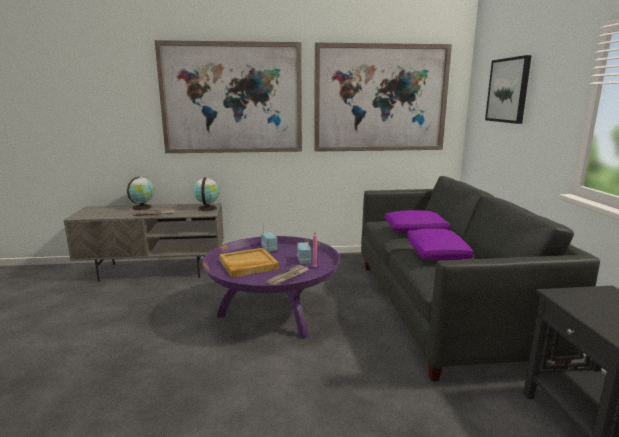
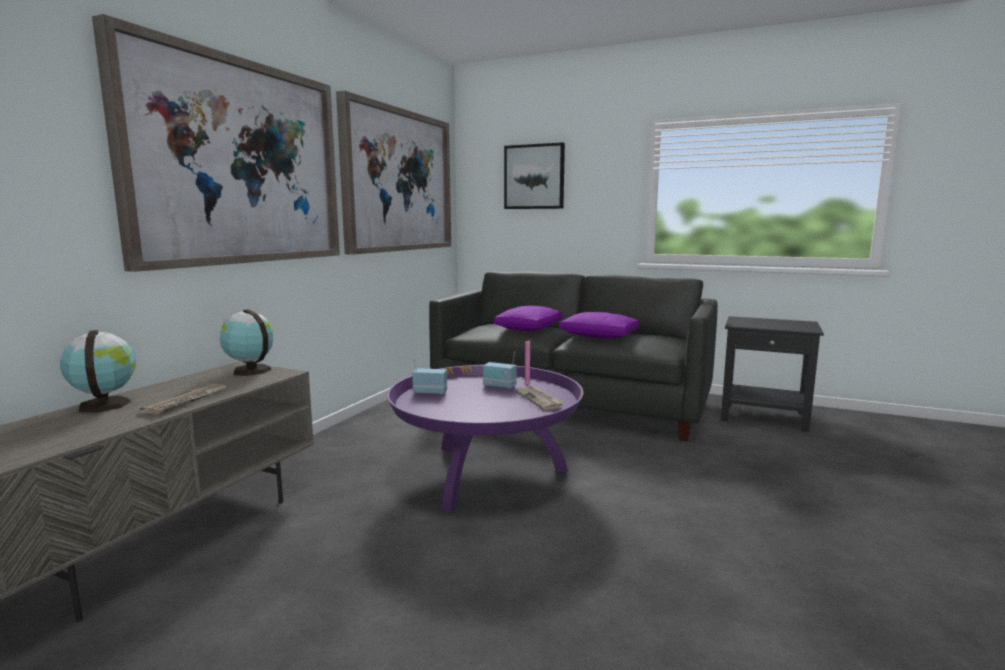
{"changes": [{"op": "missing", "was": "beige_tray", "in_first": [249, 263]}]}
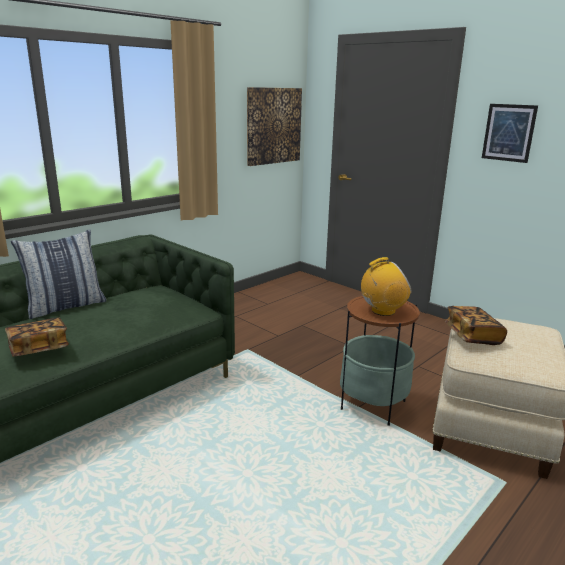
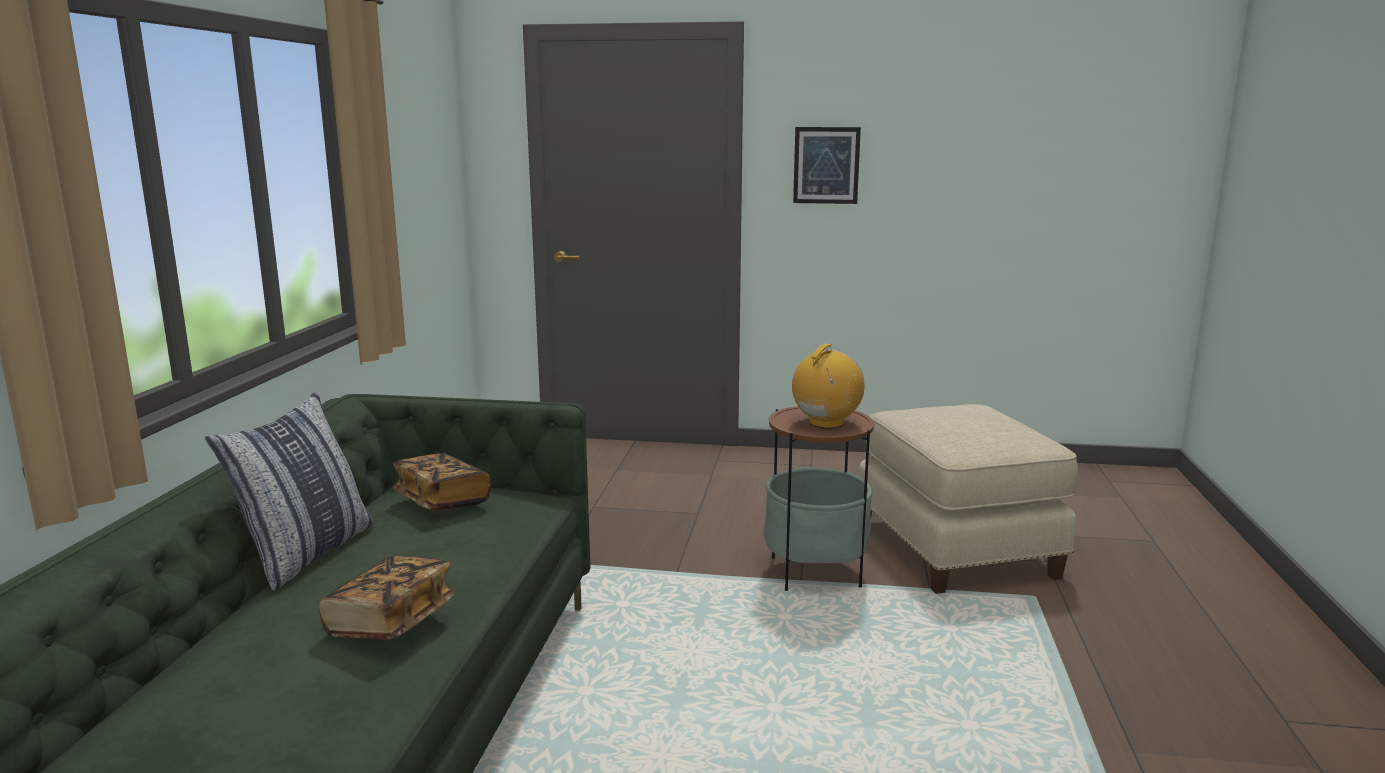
{"changes": [{"op": "missing", "was": "picture", "in_first": [274, 126]}, {"op": "relocated", "was": "book", "in_first": [475, 325], "in_second": [442, 481]}]}
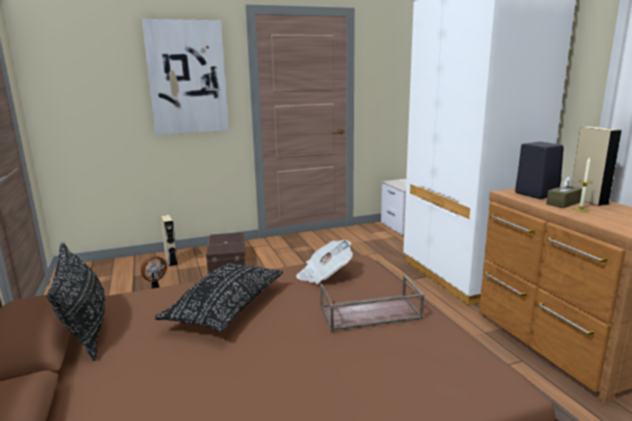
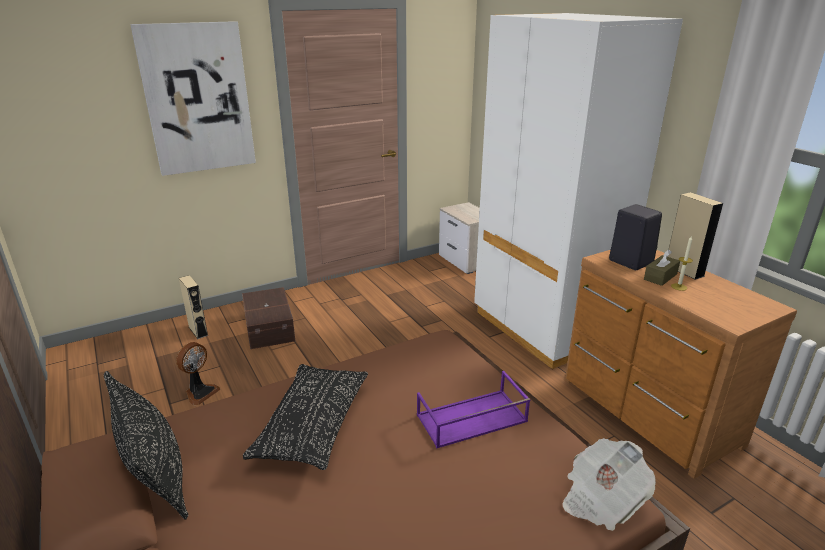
{"changes": [{"op": "relocated", "was": "newspaper", "in_first": [324, 262], "in_second": [609, 484]}, {"op": "colour", "was": "brown_tray", "now": "purple_tray", "in_first": [372, 302], "in_second": [473, 409]}]}
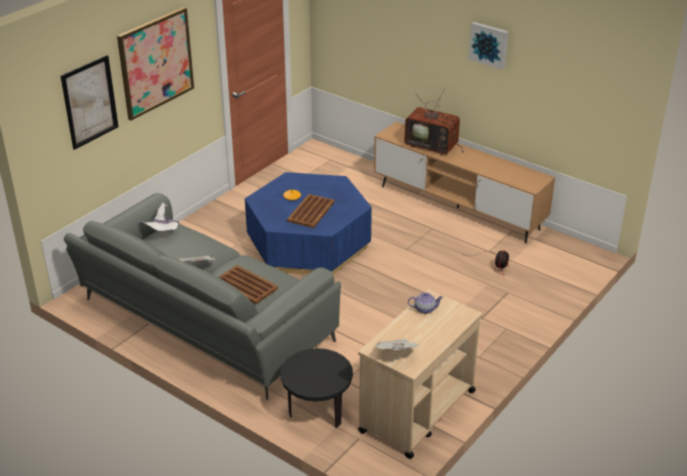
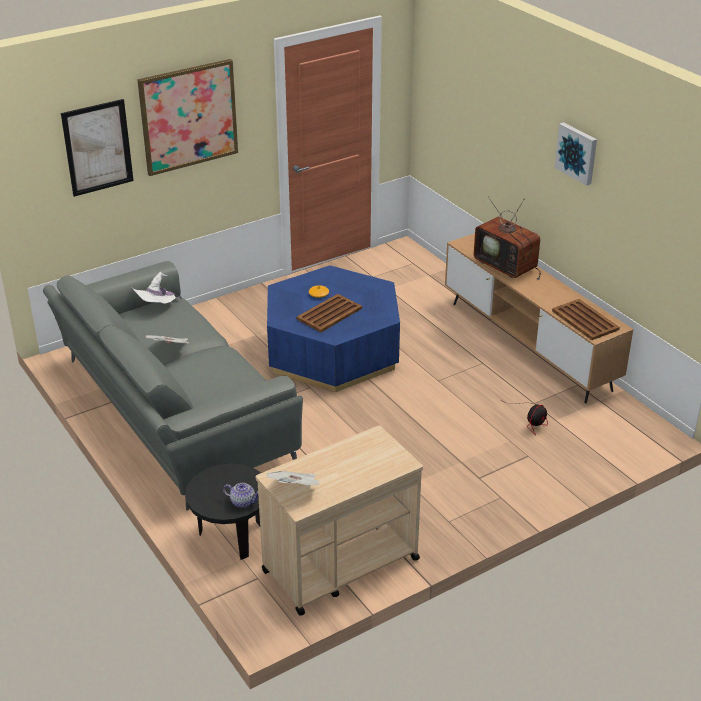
{"changes": [{"op": "relocated", "was": "brown_tray", "in_first": [248, 284], "in_second": [586, 319]}, {"op": "relocated", "was": "teapot", "in_first": [425, 303], "in_second": [240, 495]}]}
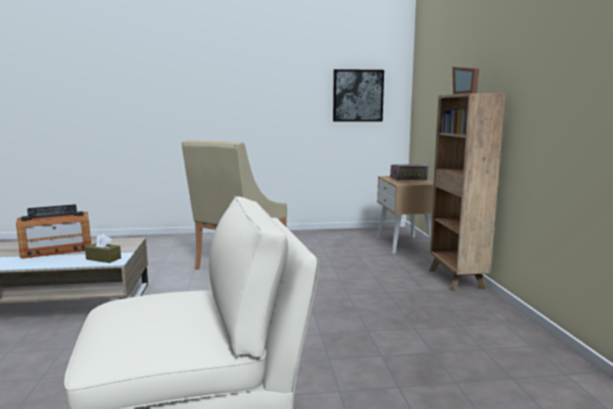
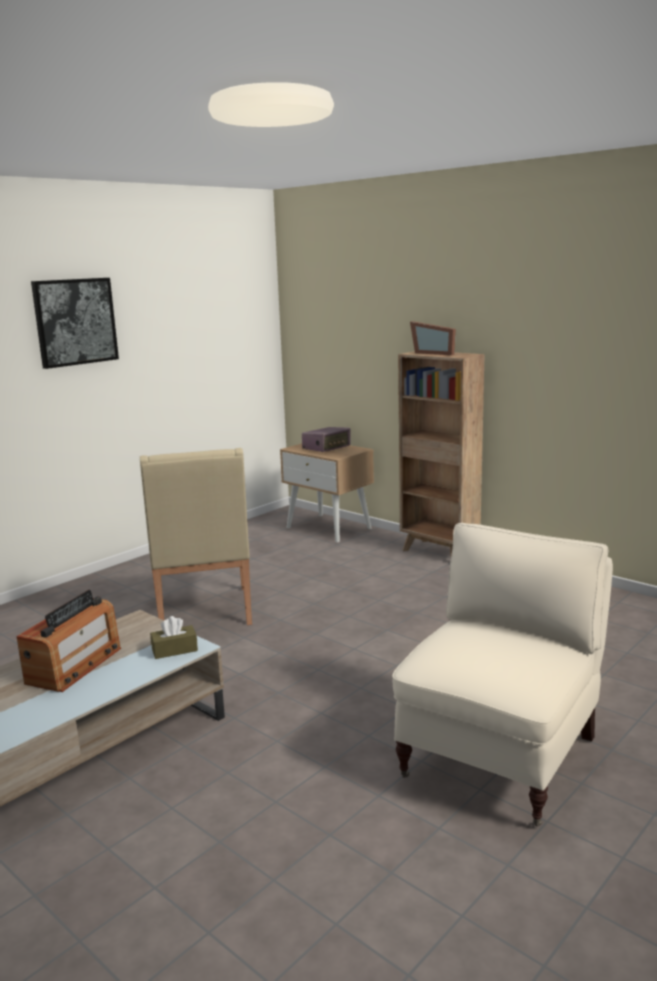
{"changes": [{"op": "relocated", "was": "picture", "in_first": [358, 95], "in_second": [75, 323]}]}
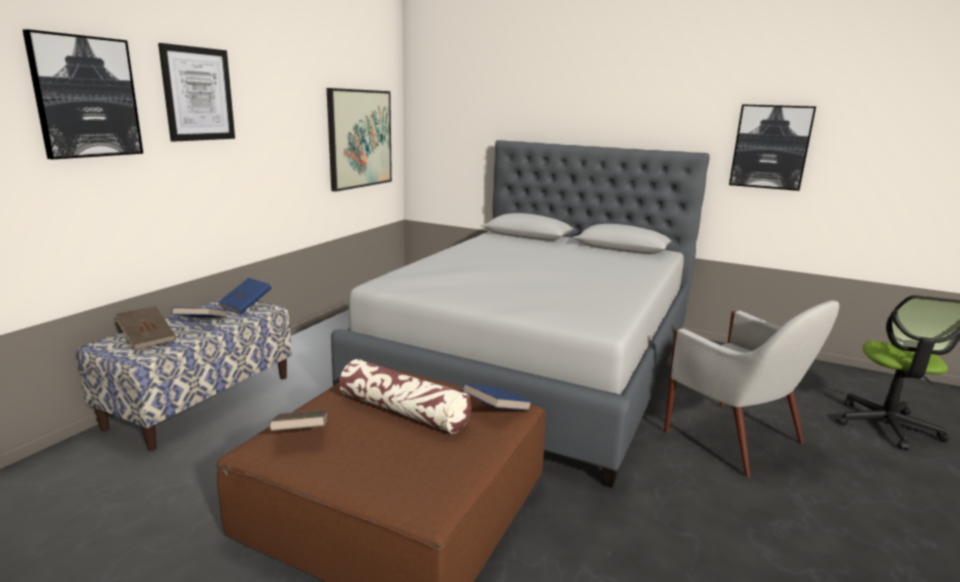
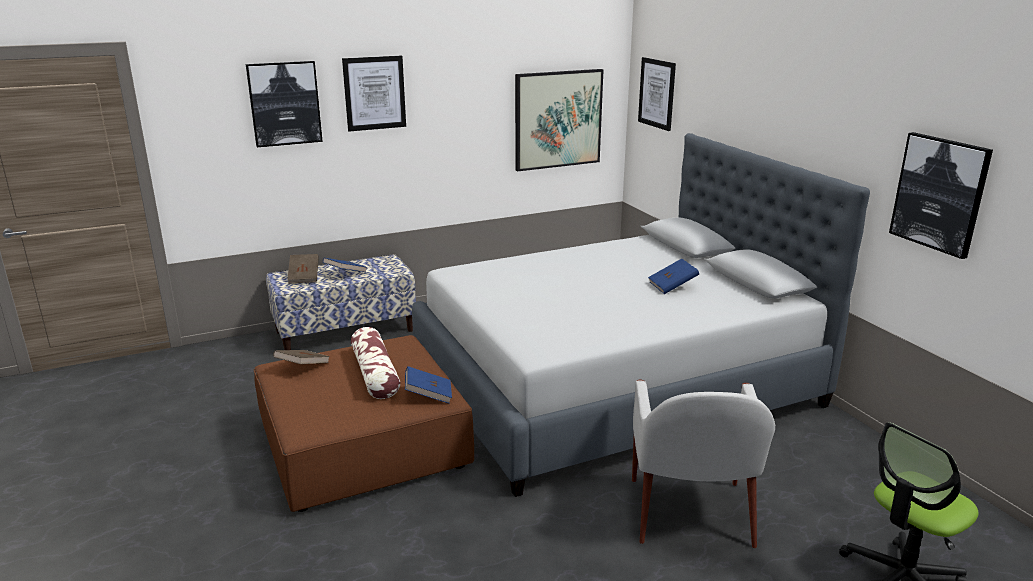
{"changes": [{"op": "relocated", "was": "blue_book", "in_first": [244, 296], "in_second": [673, 276]}, {"op": "appeared", "now": "picture", "in_second": [657, 94]}]}
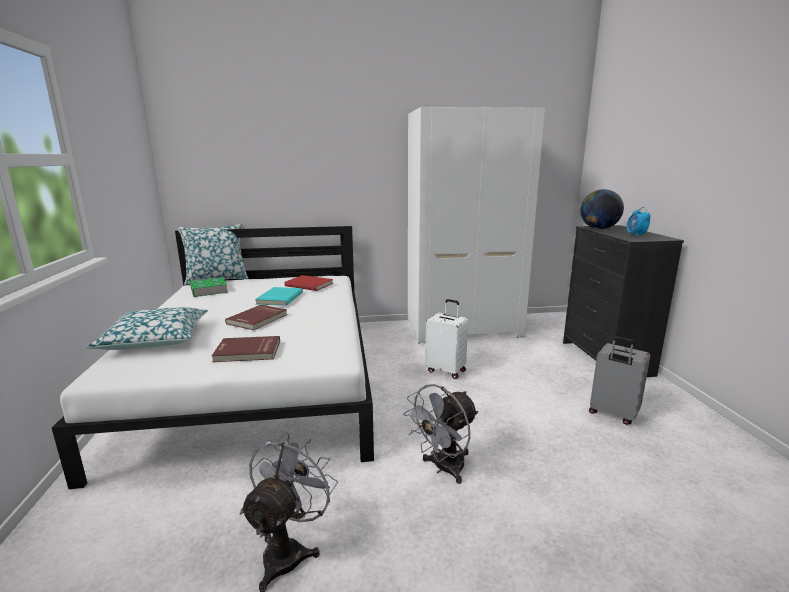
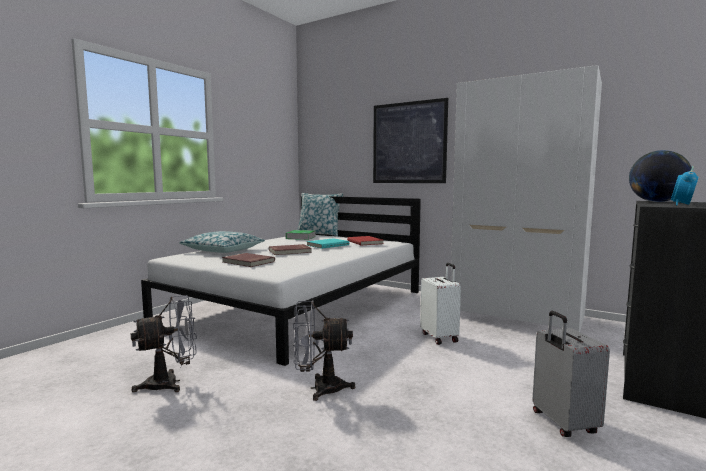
{"changes": [{"op": "appeared", "now": "picture", "in_second": [410, 140]}]}
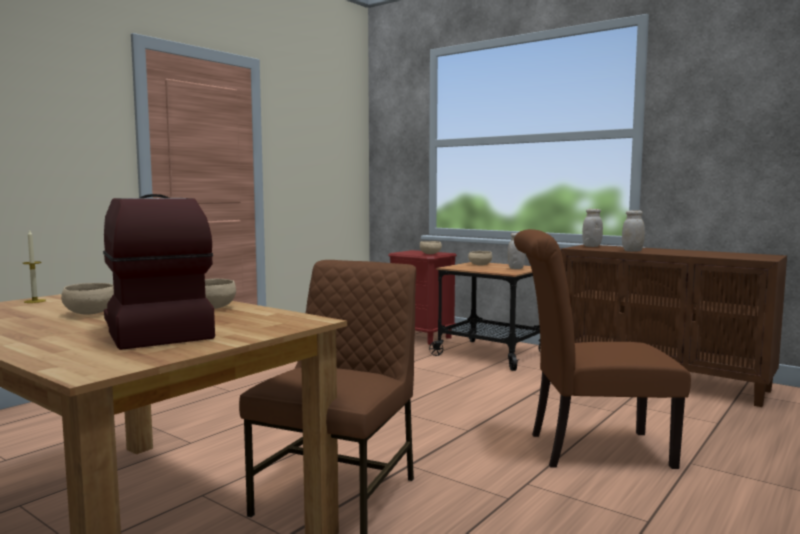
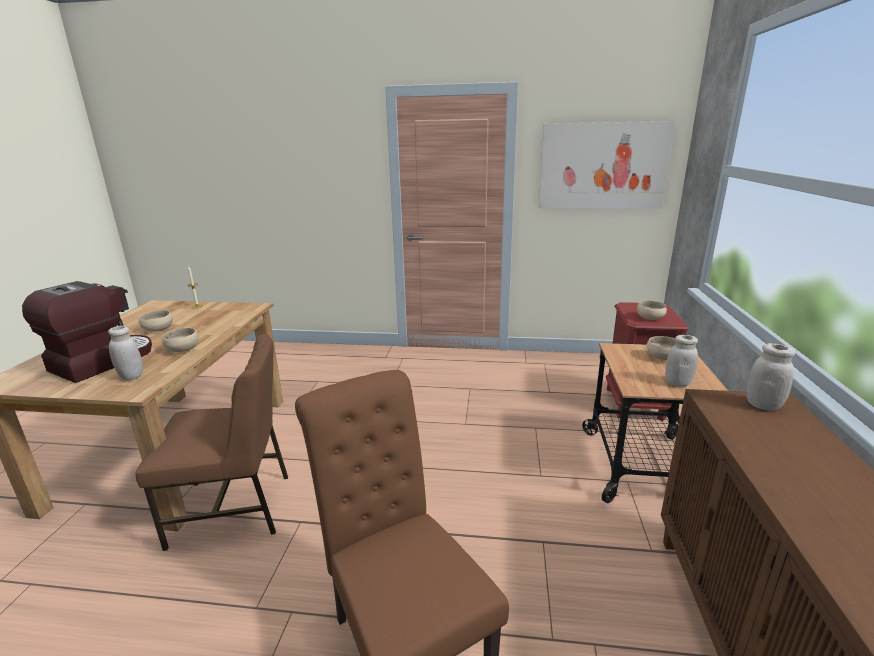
{"changes": [{"op": "relocated", "was": "white_jar", "in_first": [633, 231], "in_second": [125, 353]}, {"op": "appeared", "now": "picture", "in_second": [607, 165]}]}
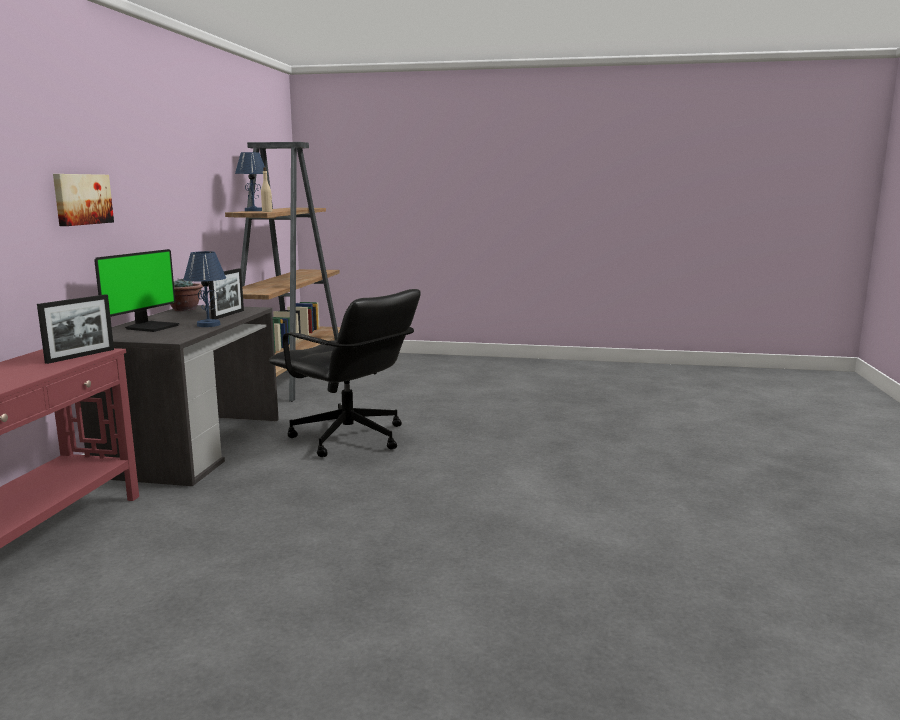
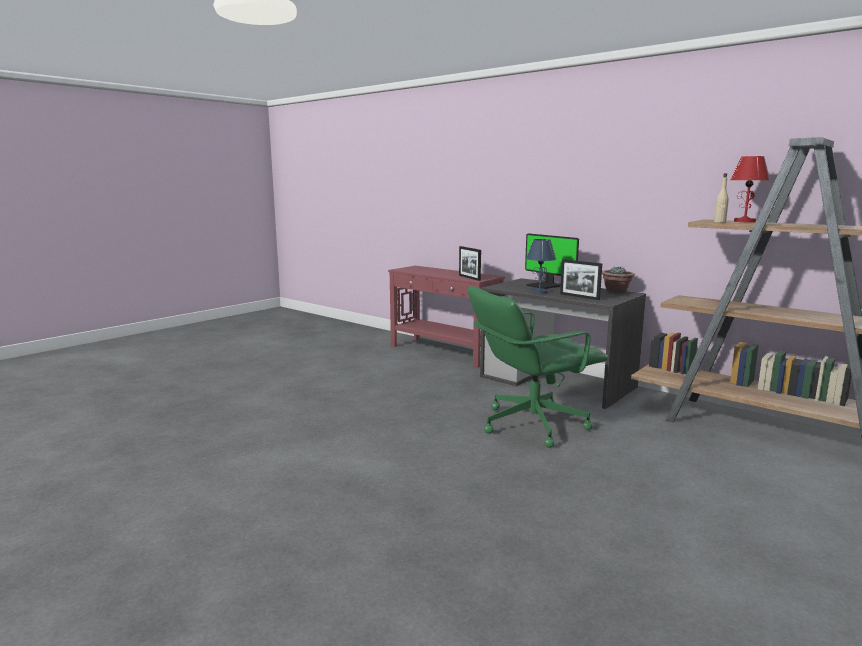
{"changes": [{"op": "missing", "was": "picture", "in_first": [83, 200]}, {"op": "colour", "was": "blue_table_lamp", "now": "red_table_lamp", "in_first": [251, 181], "in_second": [750, 189]}, {"op": "colour", "was": "black_office_chair", "now": "green_office_chair", "in_first": [345, 373], "in_second": [538, 367]}]}
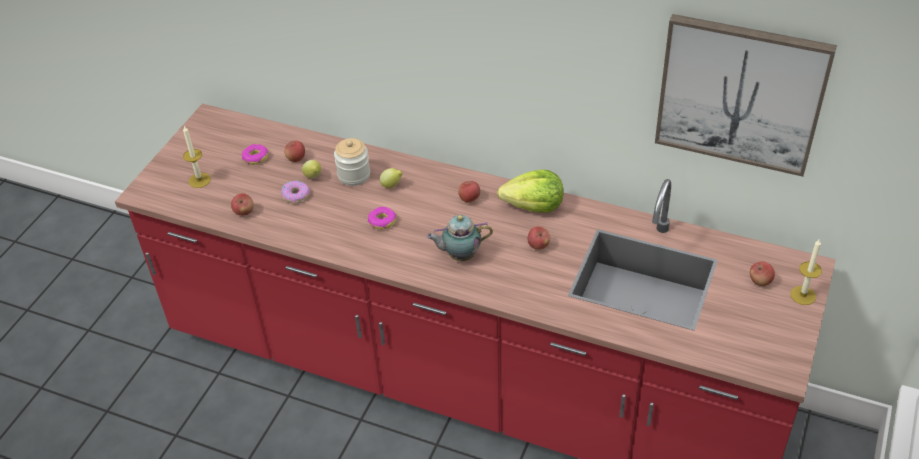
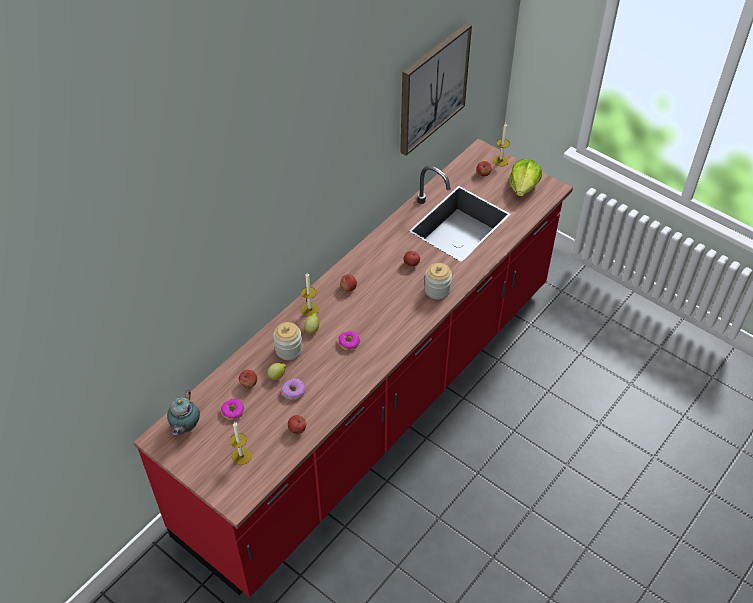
{"changes": [{"op": "relocated", "was": "teapot", "in_first": [459, 238], "in_second": [183, 412]}, {"op": "relocated", "was": "lettuce", "in_first": [530, 191], "in_second": [525, 178]}, {"op": "appeared", "now": "candle", "in_second": [310, 295]}, {"op": "appeared", "now": "jar", "in_second": [438, 281]}]}
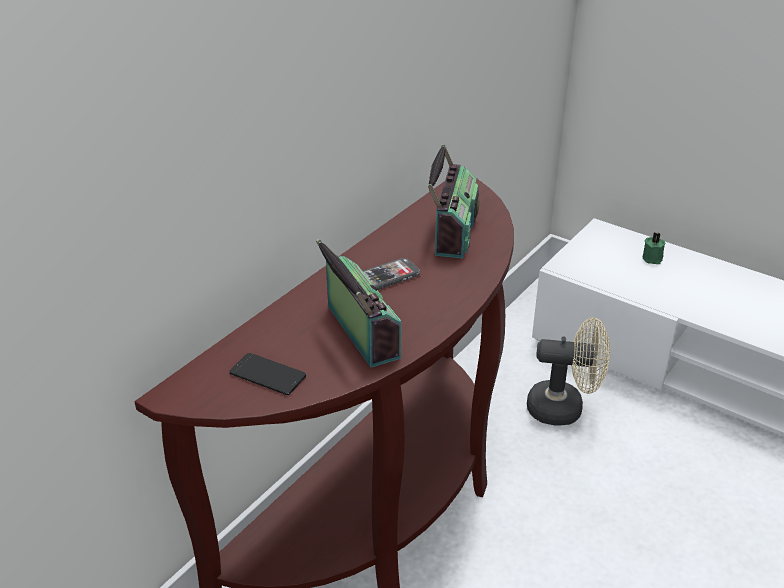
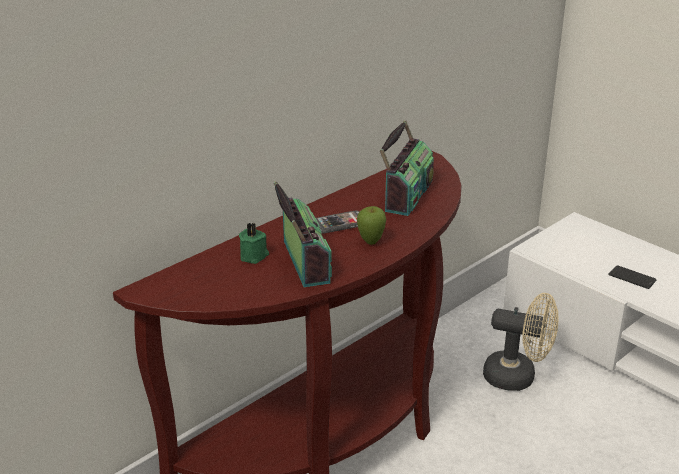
{"changes": [{"op": "relocated", "was": "phone", "in_first": [267, 374], "in_second": [632, 277]}, {"op": "relocated", "was": "green_candle", "in_first": [654, 248], "in_second": [254, 243]}, {"op": "appeared", "now": "apple", "in_second": [371, 225]}]}
